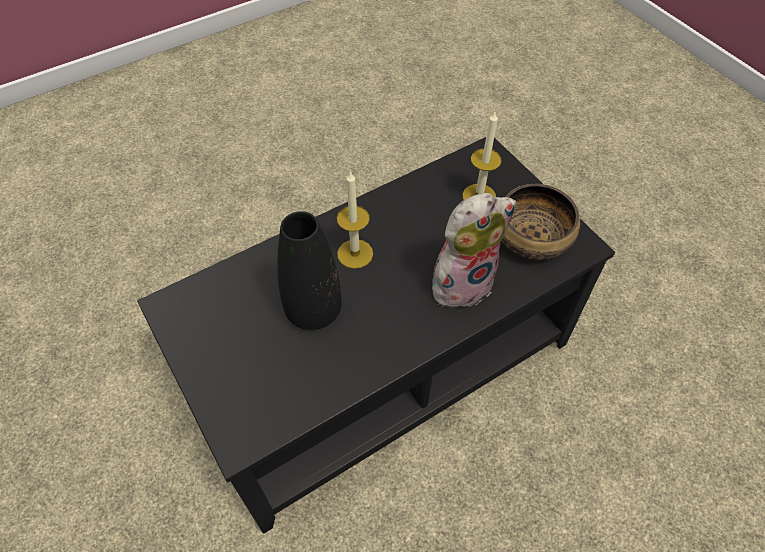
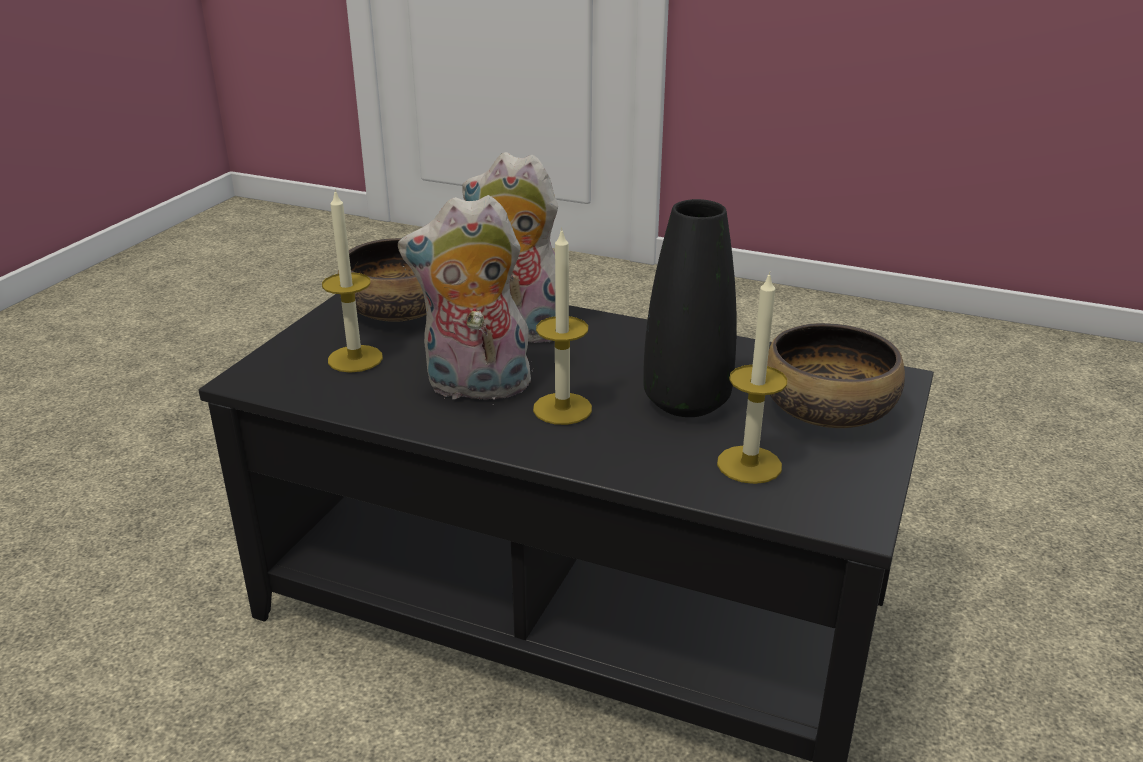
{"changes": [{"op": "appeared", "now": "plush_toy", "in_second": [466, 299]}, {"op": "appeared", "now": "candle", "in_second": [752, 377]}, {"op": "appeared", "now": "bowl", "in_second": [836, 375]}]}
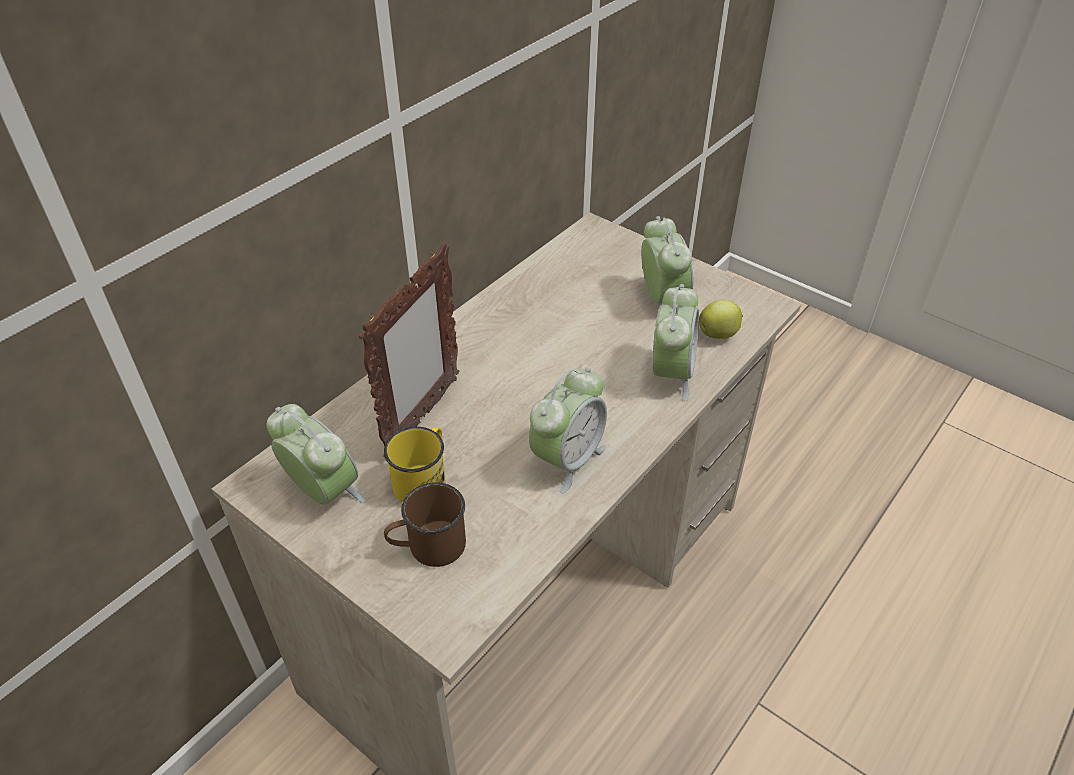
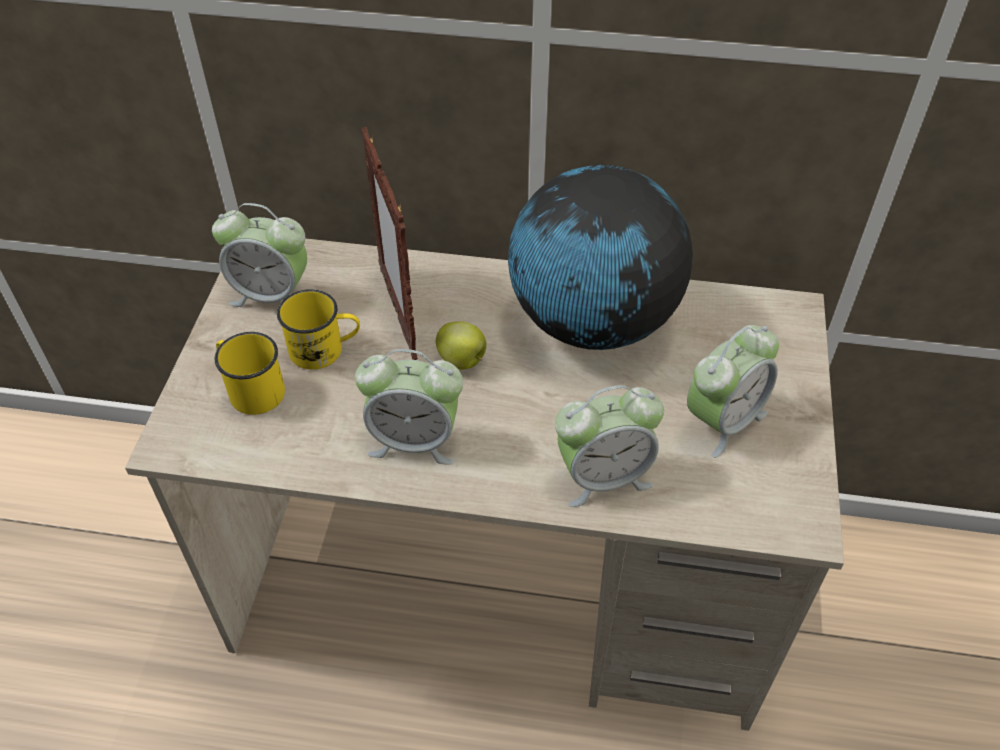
{"changes": [{"op": "spun", "was": "alarm_clock", "in_first": [316, 454], "in_second": [259, 255], "clockwise": 90}, {"op": "spun", "was": "picture_frame", "in_first": [409, 350], "in_second": [389, 243], "clockwise": 75}, {"op": "colour", "was": "brown_mug", "now": "yellow_mug", "in_first": [425, 524], "in_second": [250, 373]}, {"op": "relocated", "was": "apple", "in_first": [721, 319], "in_second": [461, 345]}, {"op": "appeared", "now": "globe", "in_second": [600, 257]}]}
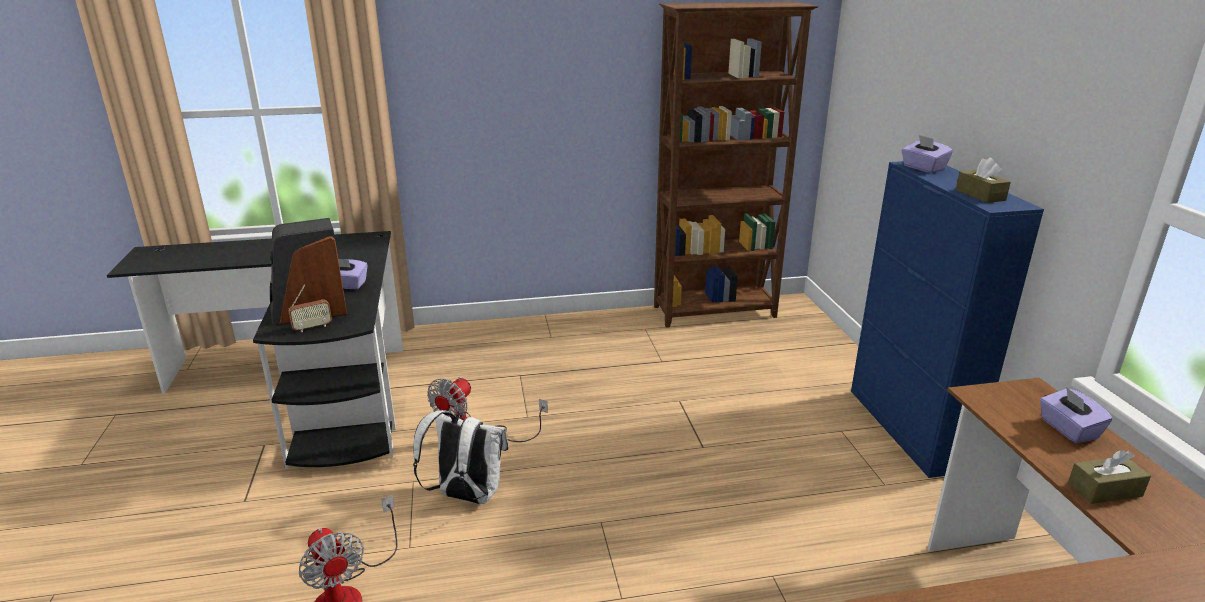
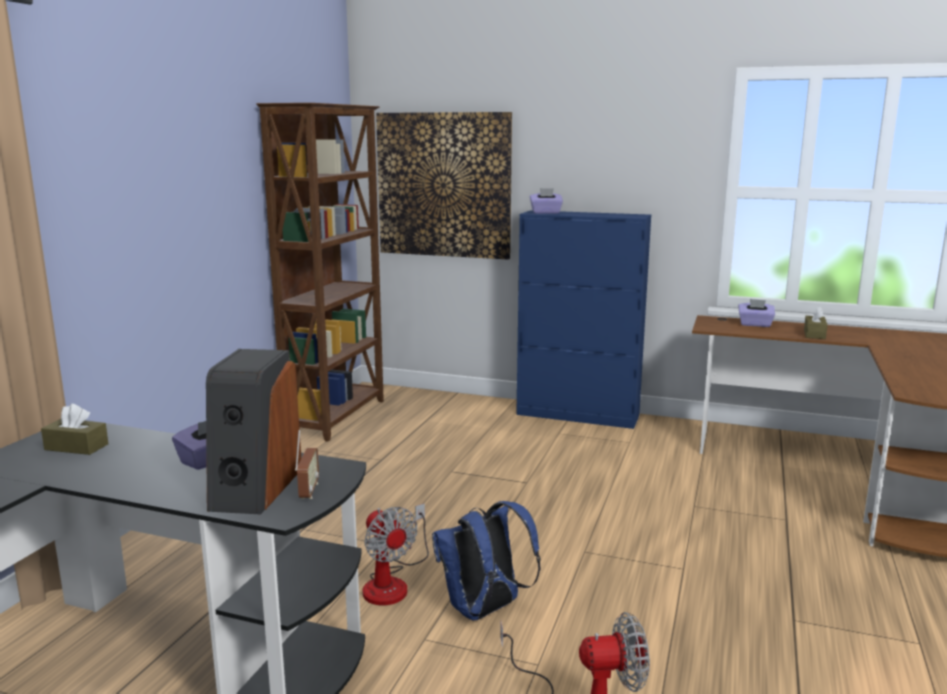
{"changes": [{"op": "colour", "was": "white_backpack", "now": "blue_backpack", "in_first": [460, 457], "in_second": [486, 560]}, {"op": "relocated", "was": "brown_tissue_box", "in_first": [983, 180], "in_second": [74, 429]}, {"op": "appeared", "now": "picture", "in_second": [444, 186]}]}
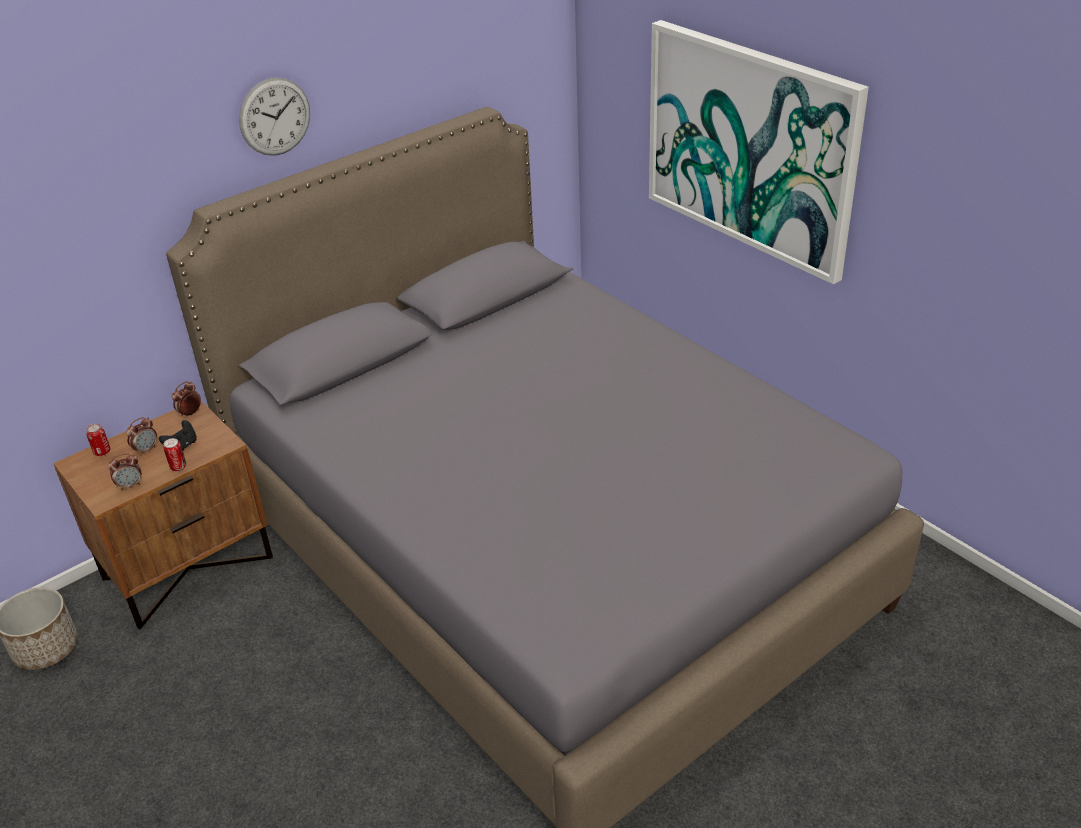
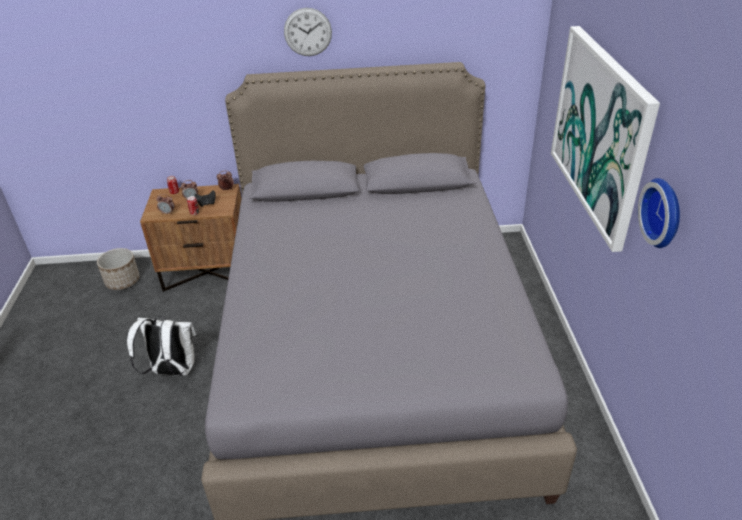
{"changes": [{"op": "appeared", "now": "white_backpack", "in_second": [162, 346]}, {"op": "appeared", "now": "wall_clock", "in_second": [659, 213]}]}
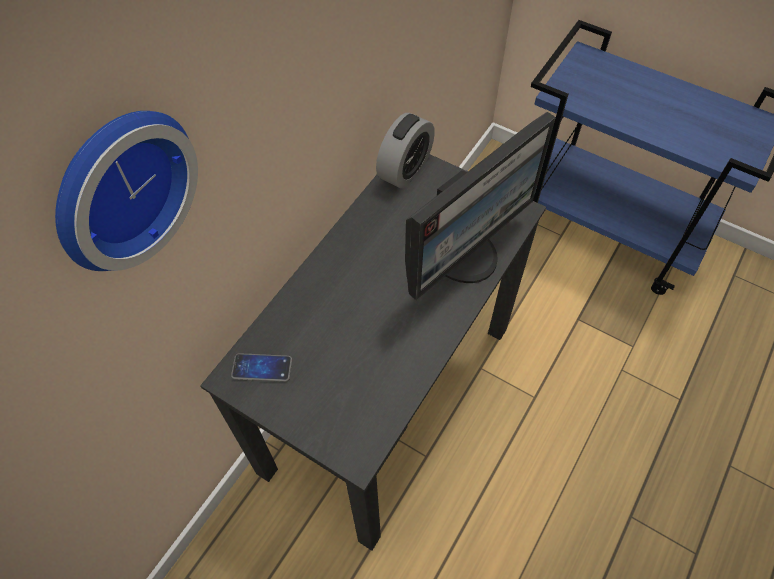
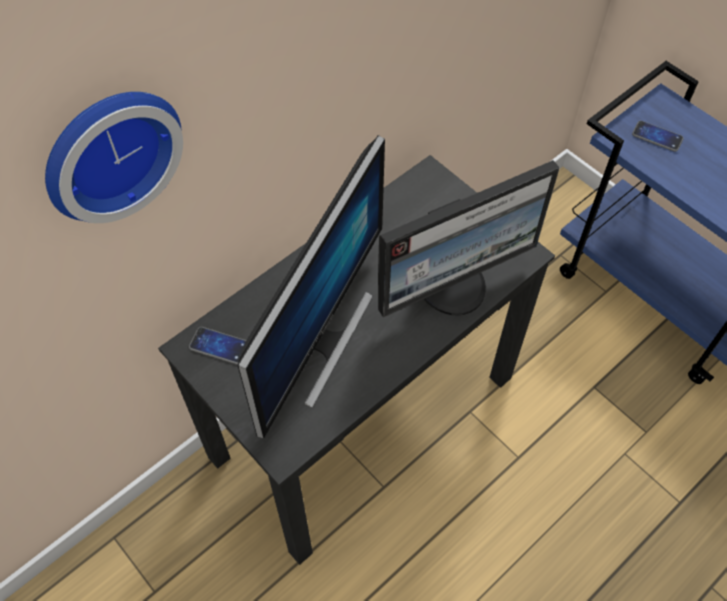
{"changes": [{"op": "missing", "was": "alarm_clock", "in_first": [405, 151]}, {"op": "appeared", "now": "monitor", "in_second": [311, 286]}, {"op": "appeared", "now": "phone", "in_second": [658, 136]}]}
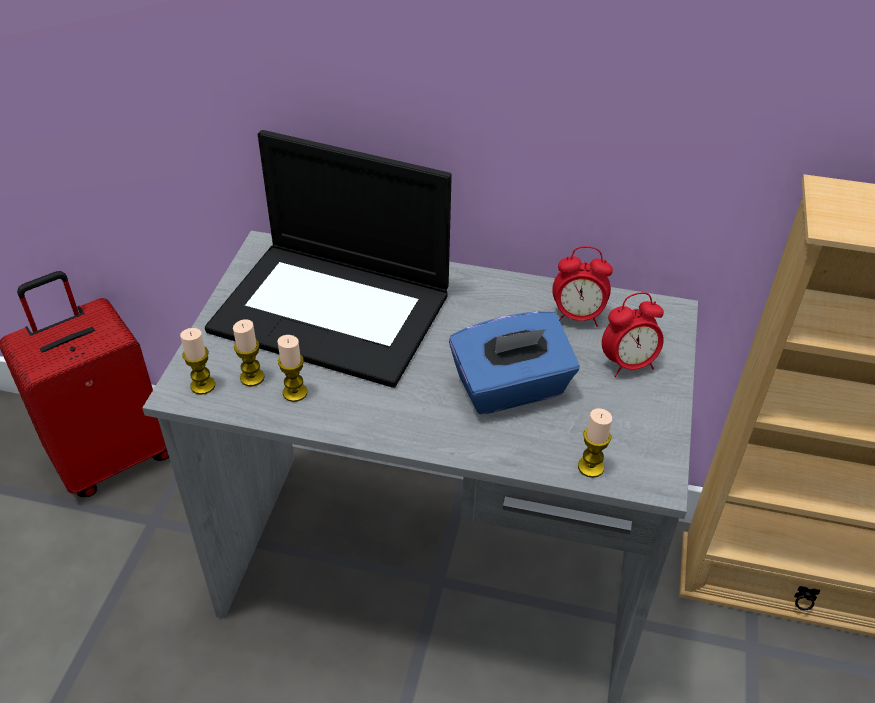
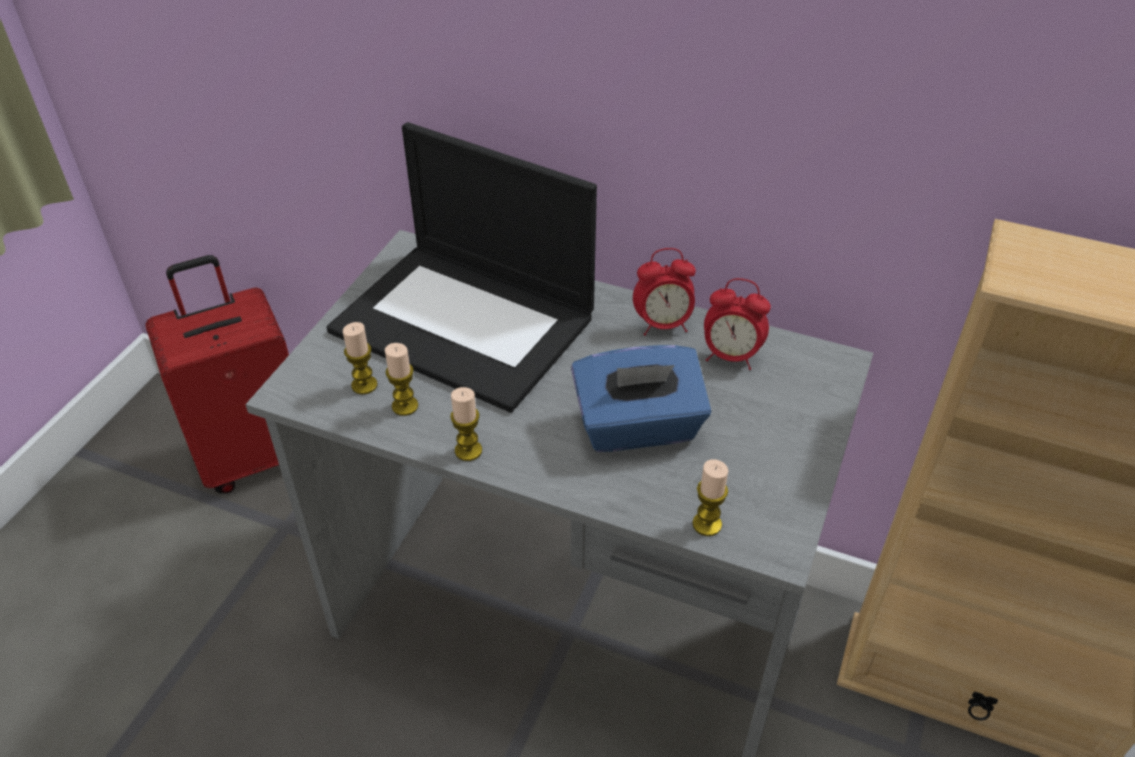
{"changes": [{"op": "relocated", "was": "candle", "in_first": [197, 361], "in_second": [466, 424]}, {"op": "relocated", "was": "alarm_clock", "in_first": [633, 334], "in_second": [664, 292]}]}
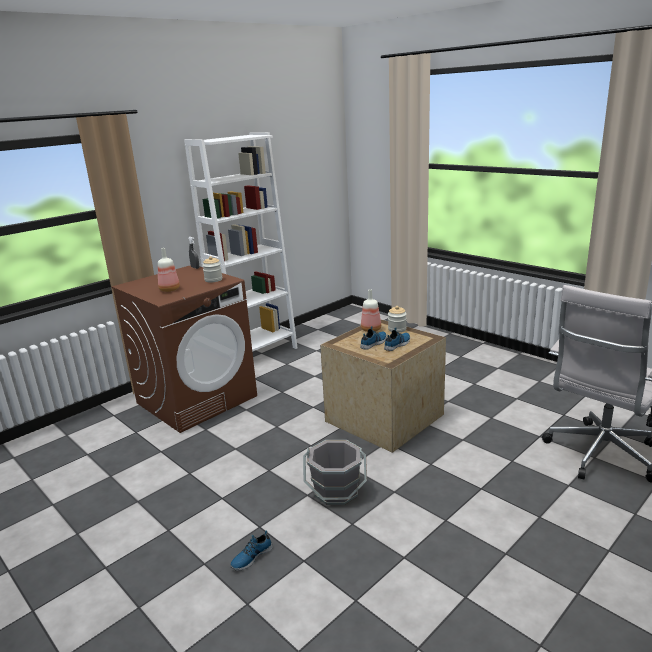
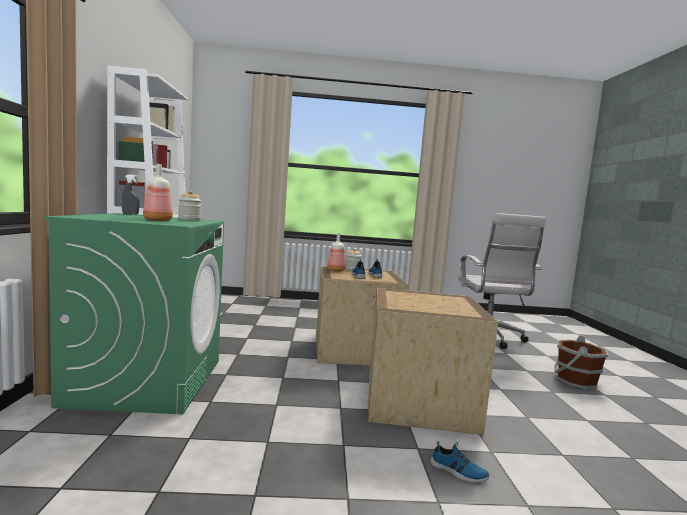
{"changes": [{"op": "colour", "was": "brown_washing_machine", "now": "green_washing_machine", "in_first": [184, 349], "in_second": [134, 313]}, {"op": "spun", "was": "shoe", "in_first": [251, 551], "in_second": [459, 461], "clockwise": -60}, {"op": "exchanged", "was": "grey_bucket", "now": "crate", "in_first": [335, 472], "in_second": [433, 361]}, {"op": "appeared", "now": "brown_bucket", "in_second": [581, 362]}]}
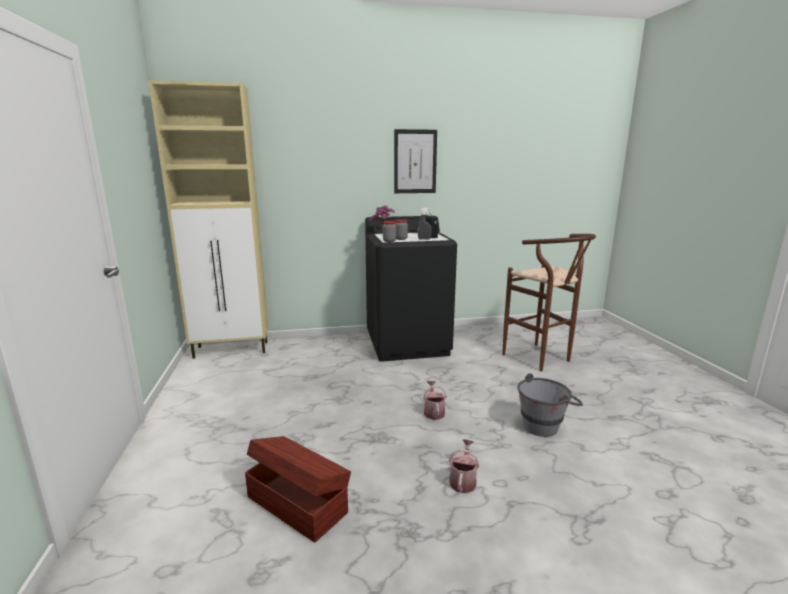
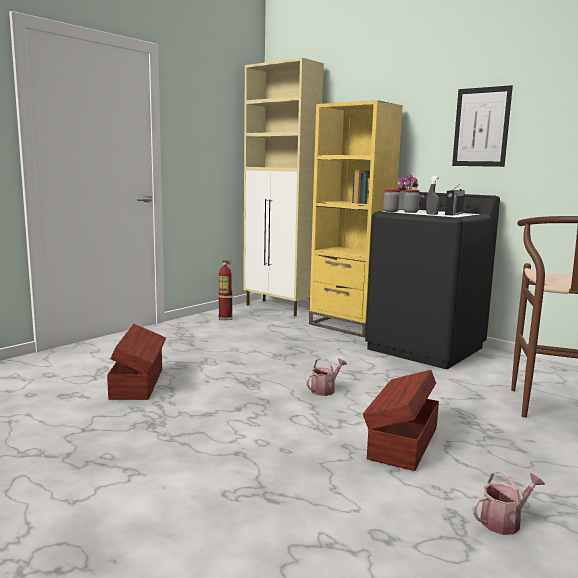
{"changes": [{"op": "relocated", "was": "watering_can", "in_first": [464, 466], "in_second": [508, 502]}, {"op": "exchanged", "was": "grey_bucket", "now": "brown_storage_box", "in_first": [550, 405], "in_second": [401, 420]}, {"op": "appeared", "now": "fire_extinguisher", "in_second": [225, 290]}, {"op": "appeared", "now": "yellow_bookcase", "in_second": [356, 219]}]}
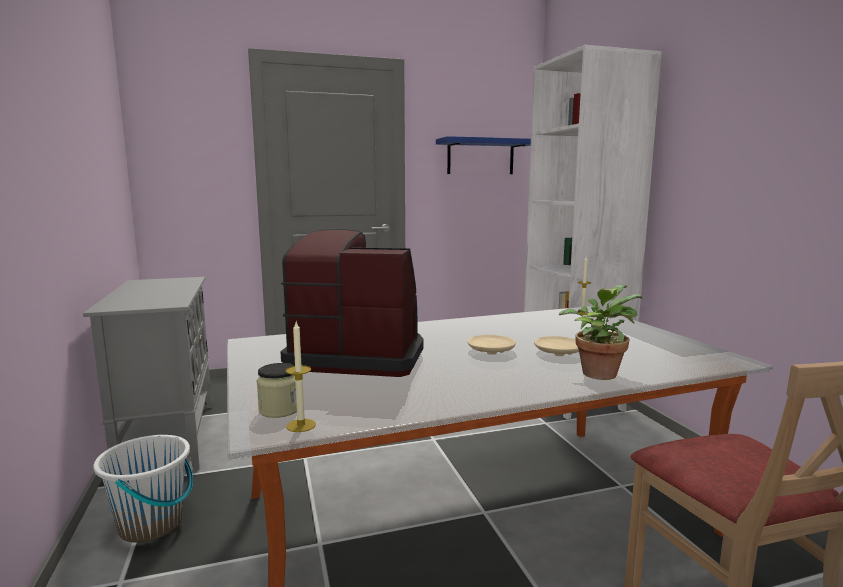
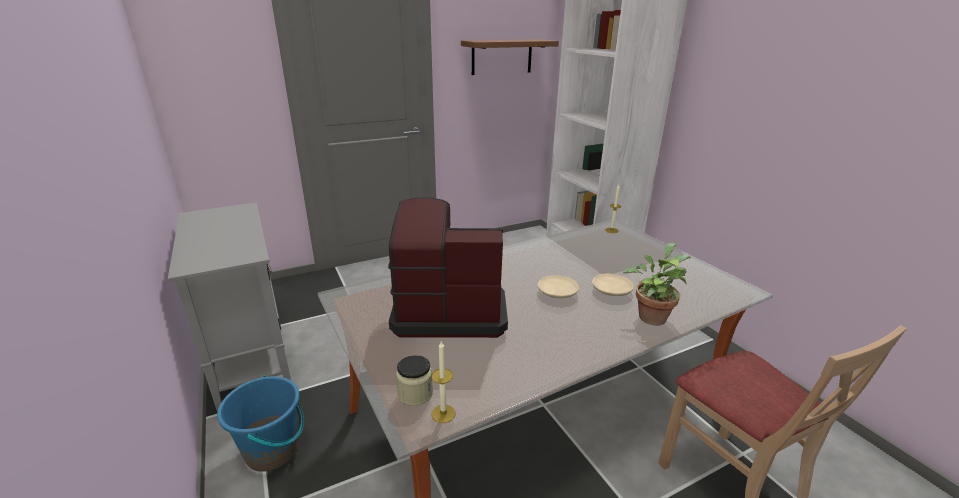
{"changes": [{"op": "colour", "was": "white_bucket", "now": "blue_bucket", "in_first": [143, 488], "in_second": [260, 423]}, {"op": "colour", "was": "blue_shelf", "now": "brown_shelf", "in_first": [483, 155], "in_second": [510, 57]}]}
